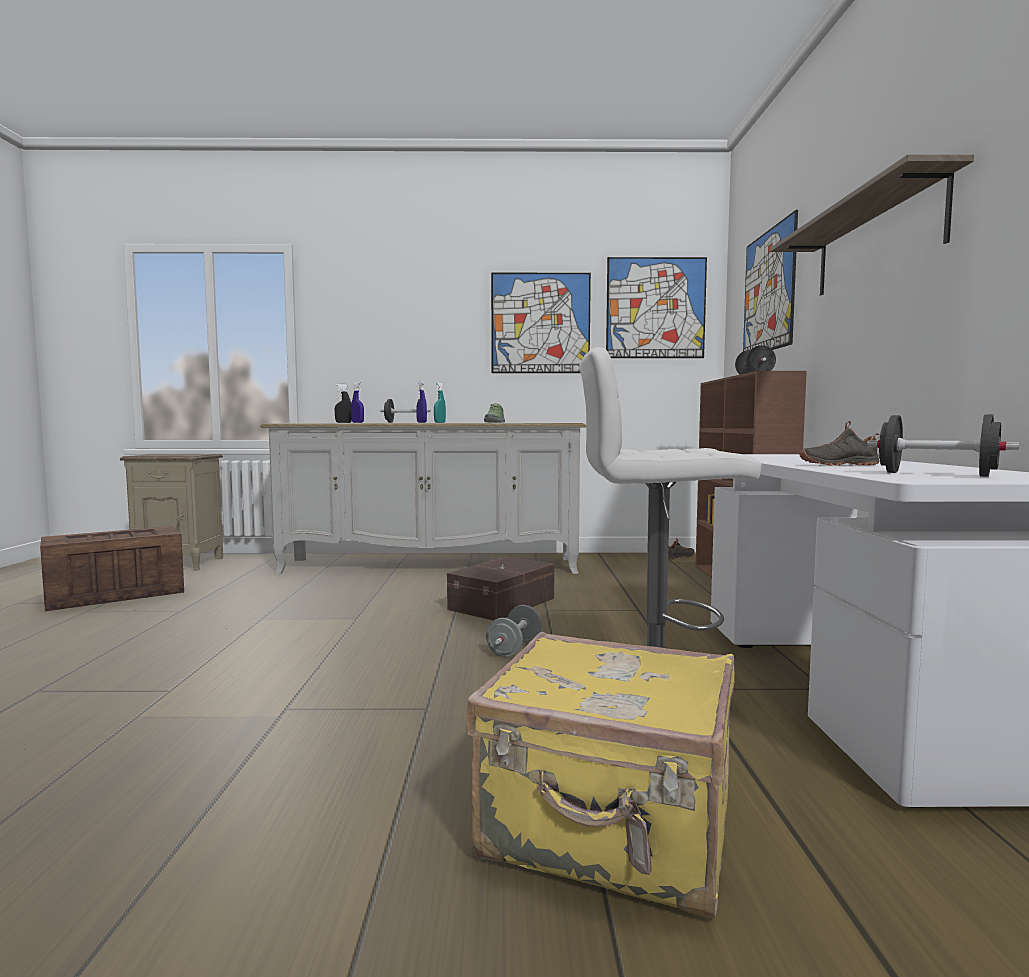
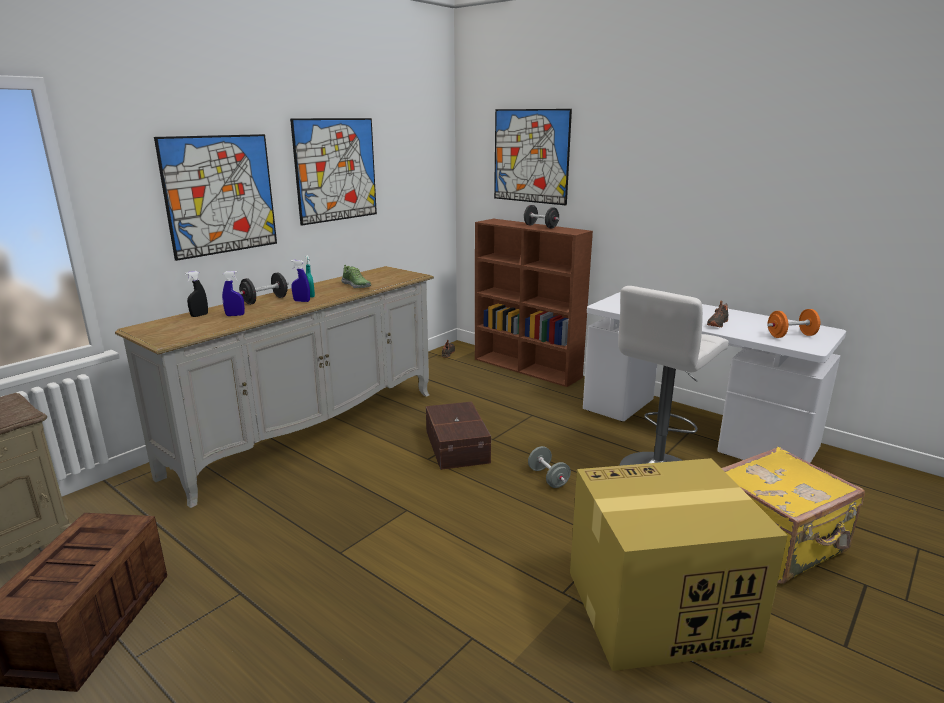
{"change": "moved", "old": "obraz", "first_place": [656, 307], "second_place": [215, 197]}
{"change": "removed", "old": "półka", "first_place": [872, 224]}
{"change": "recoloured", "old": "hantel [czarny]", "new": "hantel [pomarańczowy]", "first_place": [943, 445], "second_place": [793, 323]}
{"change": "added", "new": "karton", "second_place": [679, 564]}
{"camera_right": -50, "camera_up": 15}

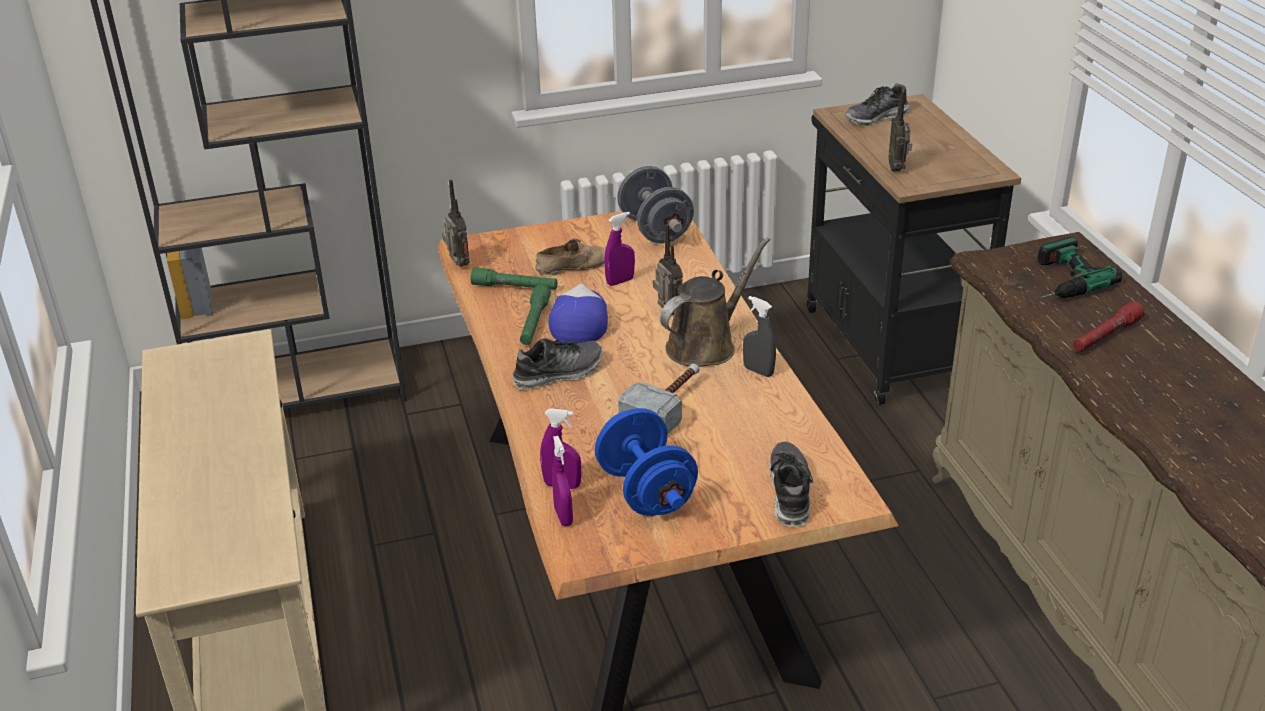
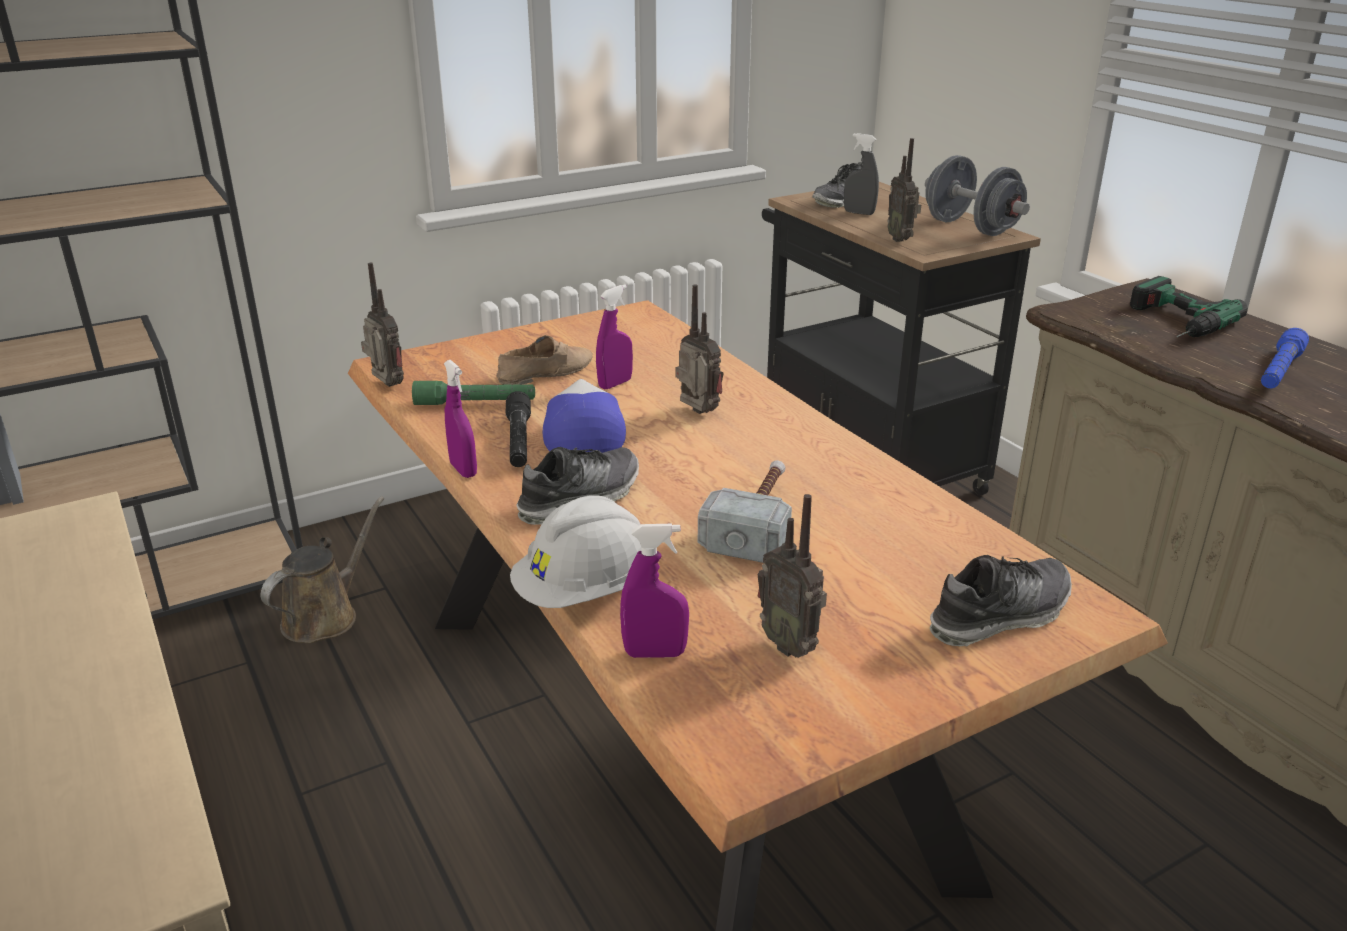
{"change": "recoloured", "old": "latarka [zielony]", "new": "latarka [czarny]", "first_place": [535, 315], "second_place": [518, 429]}
{"change": "moved", "old": "spryskiwacz [fioletowy]", "first_place": [562, 481], "second_place": [460, 419]}
{"change": "replaced", "old": "hantel [niebieski]", "new": "radio", "first_place": [646, 462], "second_place": [792, 576]}
{"change": "moved", "old": "hantel [szary]", "first_place": [655, 205], "second_place": [977, 195]}
{"change": "moved", "old": "konewka [brązowy]", "first_place": [715, 302], "second_place": [322, 569]}
{"change": "moved", "old": "spryskiwacz [szary]", "first_place": [759, 336], "second_place": [861, 174]}
{"change": "turned", "old": "but", "first_place": [791, 484], "second_place": [1001, 600], "degrees": 75}
{"change": "recoloured", "old": "latarka [czerwony]", "new": "latarka [niebieski]", "first_place": [1109, 326], "second_place": [1285, 358]}
{"change": "added", "new": "kask [biały]", "second_place": [575, 551]}
{"camera_right": -15, "camera_up": -5}

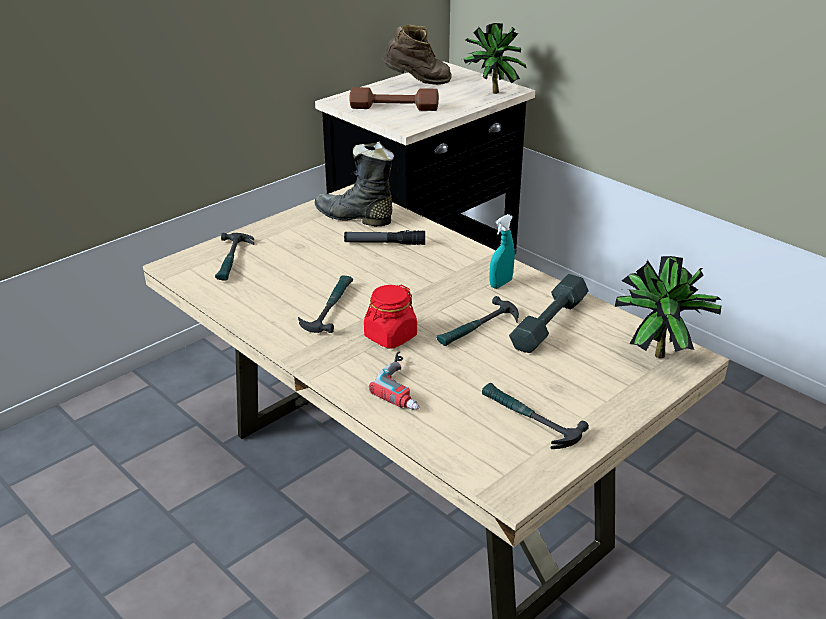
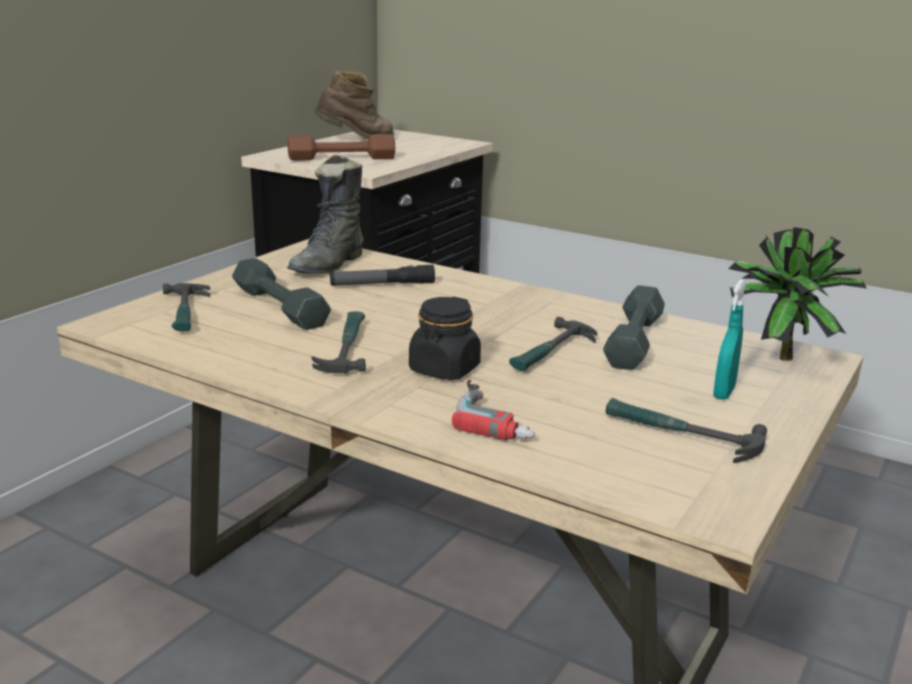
{"change": "turned", "old": "but z cholewką [czarny]", "first_place": [354, 184], "second_place": [325, 214], "degrees": -75}
{"change": "recoloured", "old": "słoik [czerwony]", "new": "słoik [czarny]", "first_place": [390, 317], "second_place": [445, 338]}
{"change": "removed", "old": "roślina doniczkowa", "first_place": [495, 58]}
{"change": "moved", "old": "spryskiwacz [turkusowy]", "first_place": [502, 251], "second_place": [729, 340]}
{"change": "added", "new": "hantel [szary]", "second_place": [281, 294]}
{"camera_right": -15, "camera_up": -10}

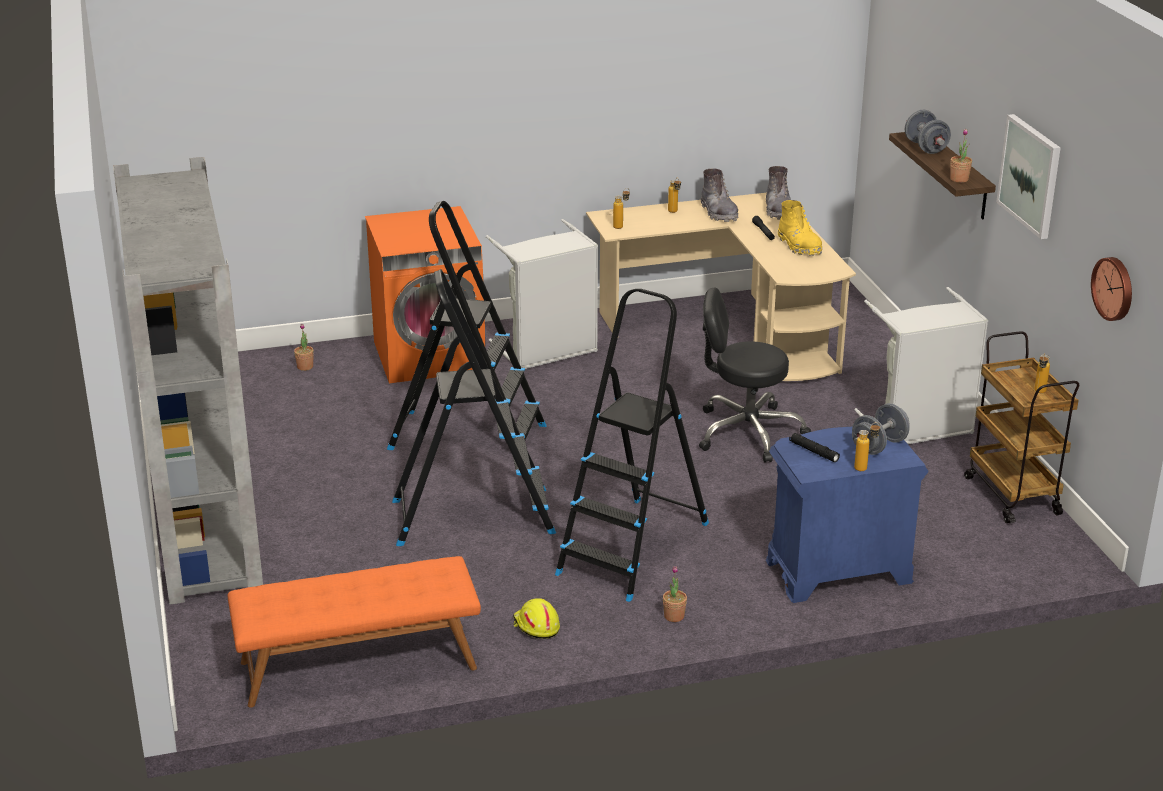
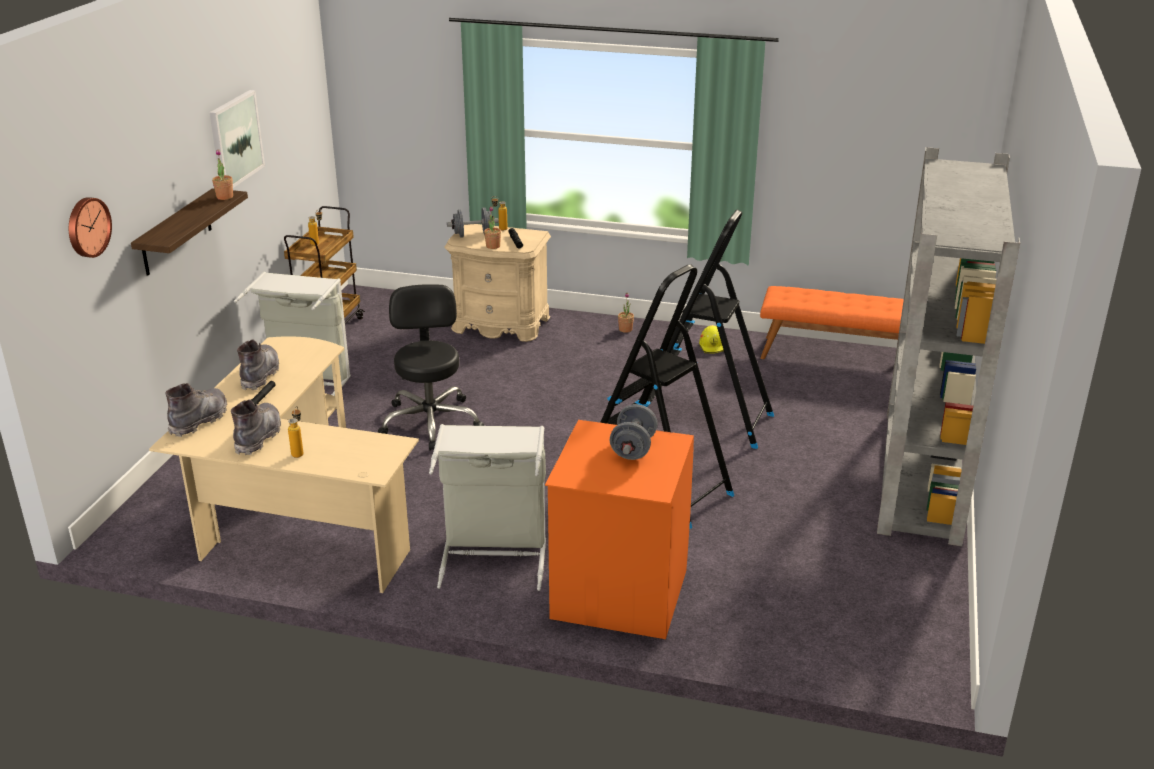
{"change": "moved", "old": "roślina doniczkowa", "first_place": [304, 347], "second_place": [492, 227]}
{"change": "removed", "old": "drabinka [czarny]", "first_place": [632, 445]}
{"change": "removed", "old": "butelka", "first_place": [621, 208]}
{"change": "turned", "old": "krzesło biurowe [czarny]", "first_place": [755, 375], "second_place": [431, 367], "degrees": -135}
{"change": "recoloured", "old": "szafka nocna [niebieski]", "new": "szafka nocna [beżowy]", "first_place": [847, 515], "second_place": [497, 283]}
{"change": "recoloured", "old": "but z cholewką [żółty]", "new": "but z cholewką [szary]", "first_place": [800, 228], "second_place": [258, 364]}
{"change": "moved", "old": "hantel [szary]", "first_place": [928, 132], "second_place": [634, 432]}
{"change": "moved", "old": "zegar ścienny", "first_place": [1111, 289], "second_place": [90, 227]}
{"camera_right": -150, "camera_up": 0}

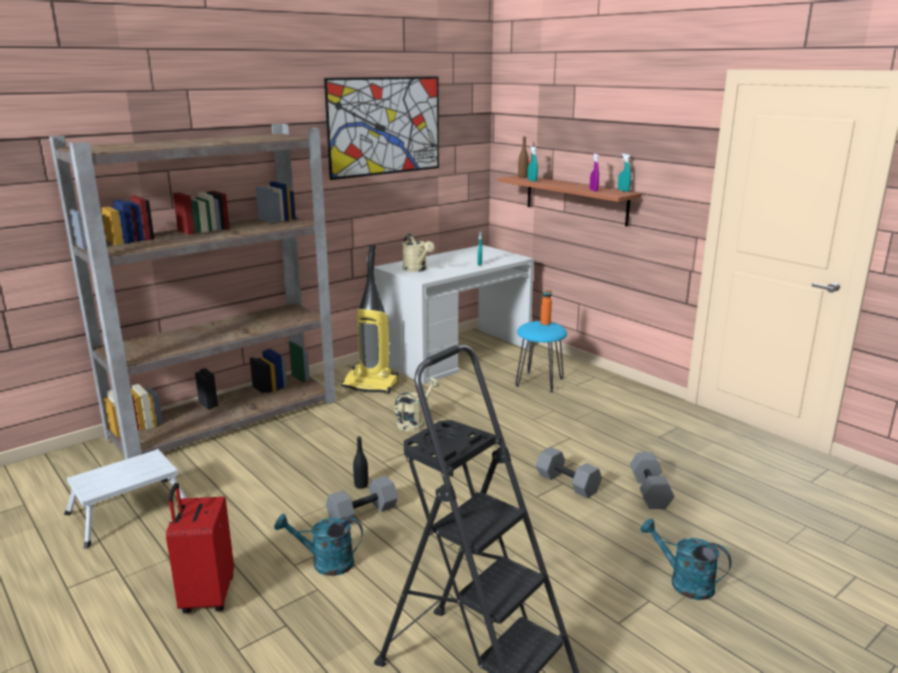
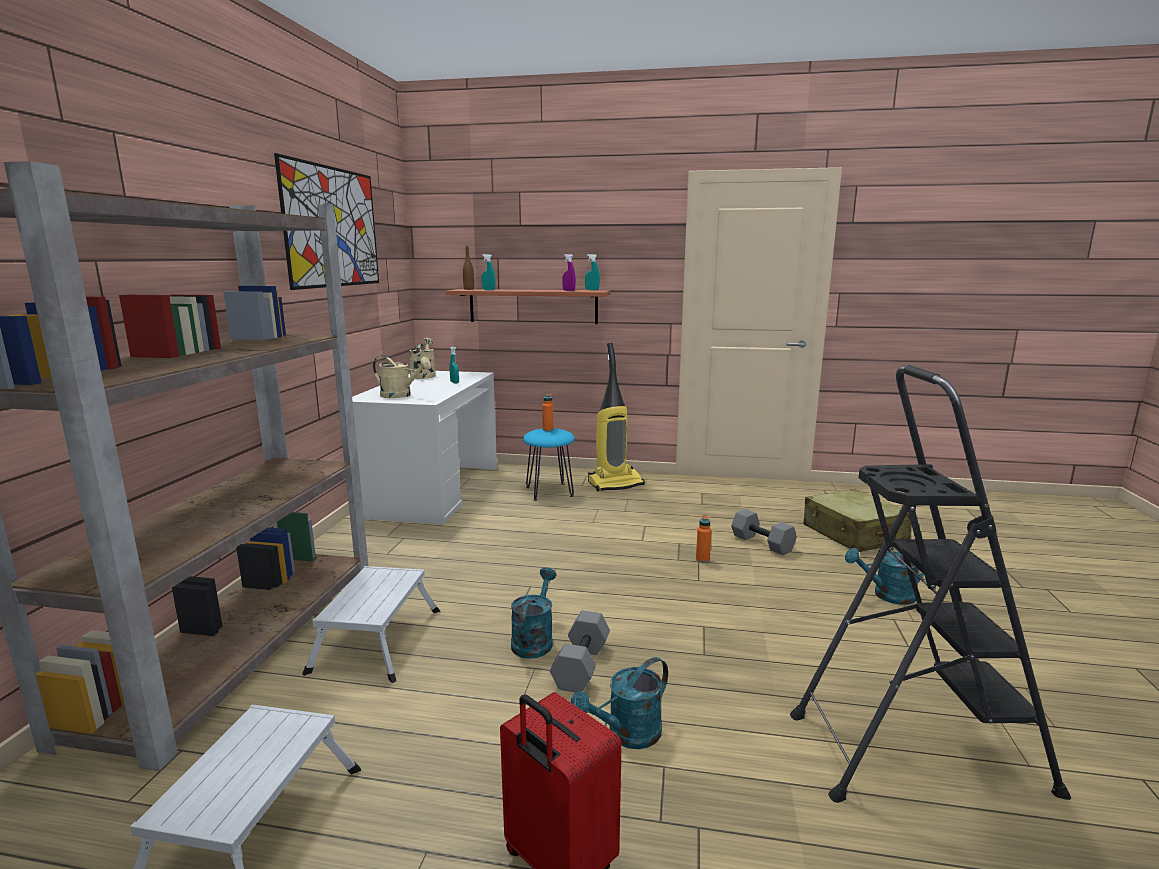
{"change": "moved", "old": "odkurzacz", "first_place": [369, 318], "second_place": [616, 417]}
{"change": "replaced", "old": "butelka [czarny]", "new": "konewka [turkusowy]", "first_place": [360, 462], "second_place": [534, 613]}
{"change": "moved", "old": "konewka [beżowy]", "first_place": [417, 405], "second_place": [422, 358]}
{"change": "replaced", "old": "hantel [szary]", "new": "butelka [pomarańczowy]", "first_place": [569, 472], "second_place": [704, 539]}
{"change": "added", "new": "drabinka [biały]", "second_place": [371, 624]}
{"change": "added", "new": "walizka [beżowy]", "second_place": [858, 520]}
{"camera_right": -40, "camera_up": -5}

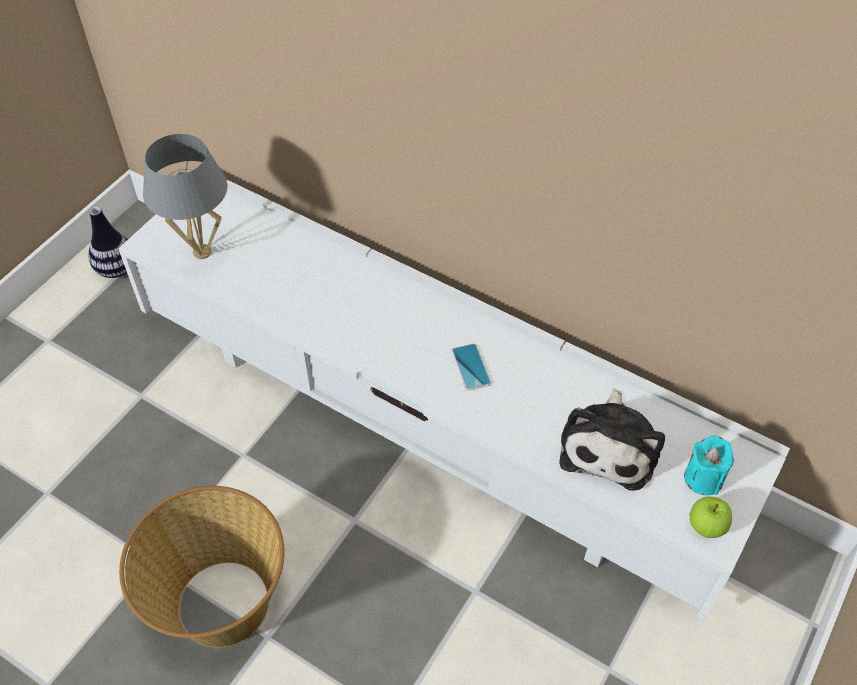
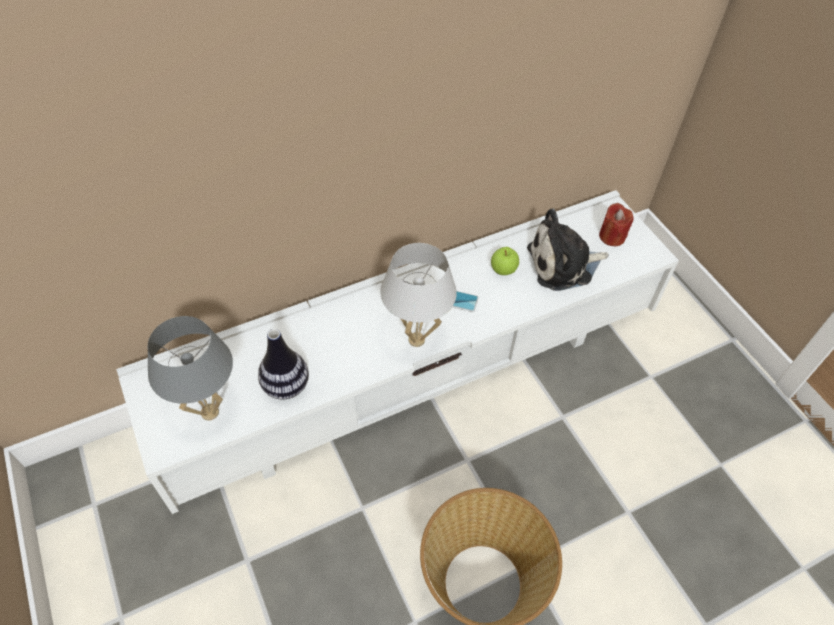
{"change": "moved", "old": "wazon", "first_place": [108, 242], "second_place": [283, 364]}
{"change": "turned", "old": "pluszak", "first_place": [612, 440], "second_place": [568, 249], "degrees": 120}
{"change": "recoloured", "old": "świeca [turkusowy]", "new": "świeca [czerwony]", "first_place": [709, 465], "second_place": [616, 224]}
{"change": "moved", "old": "jabłko", "first_place": [711, 517], "second_place": [505, 261]}
{"change": "added", "new": "lampa stołowa [biały]", "second_place": [418, 295]}
{"camera_right": -60, "camera_up": 0}

